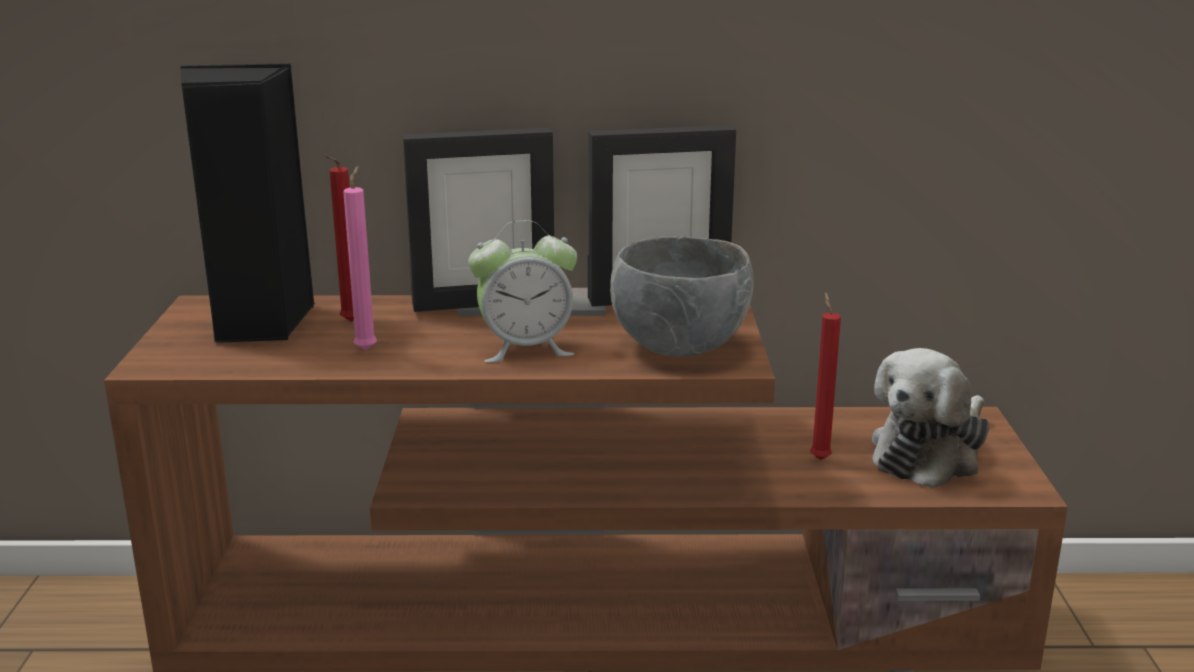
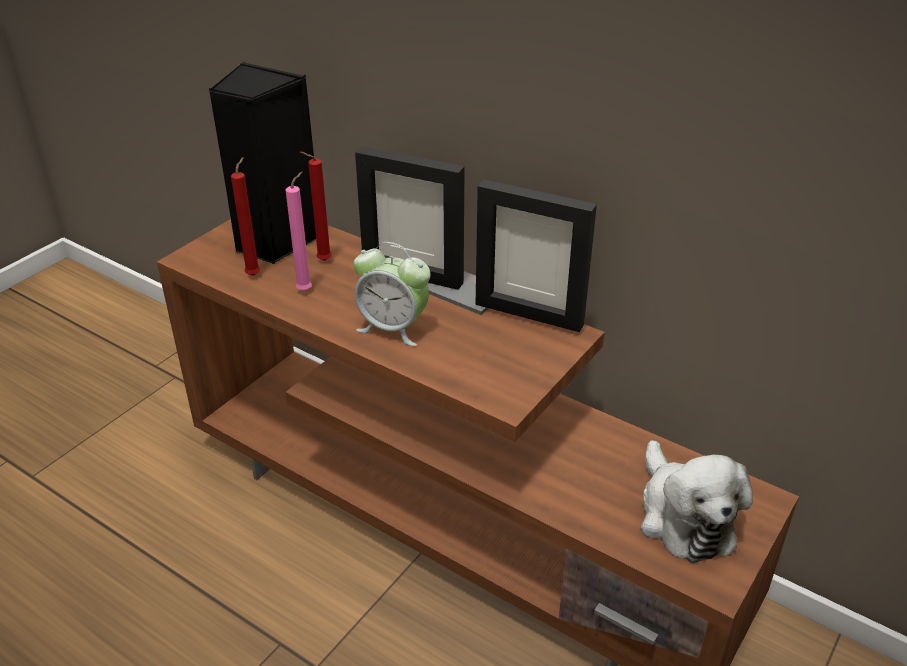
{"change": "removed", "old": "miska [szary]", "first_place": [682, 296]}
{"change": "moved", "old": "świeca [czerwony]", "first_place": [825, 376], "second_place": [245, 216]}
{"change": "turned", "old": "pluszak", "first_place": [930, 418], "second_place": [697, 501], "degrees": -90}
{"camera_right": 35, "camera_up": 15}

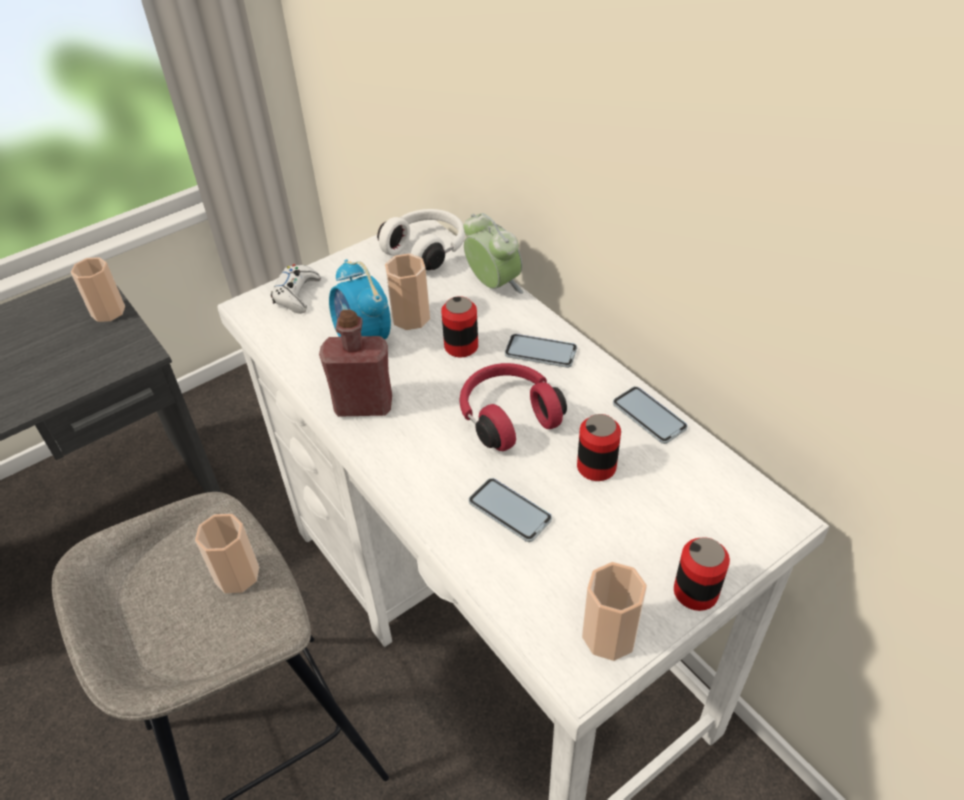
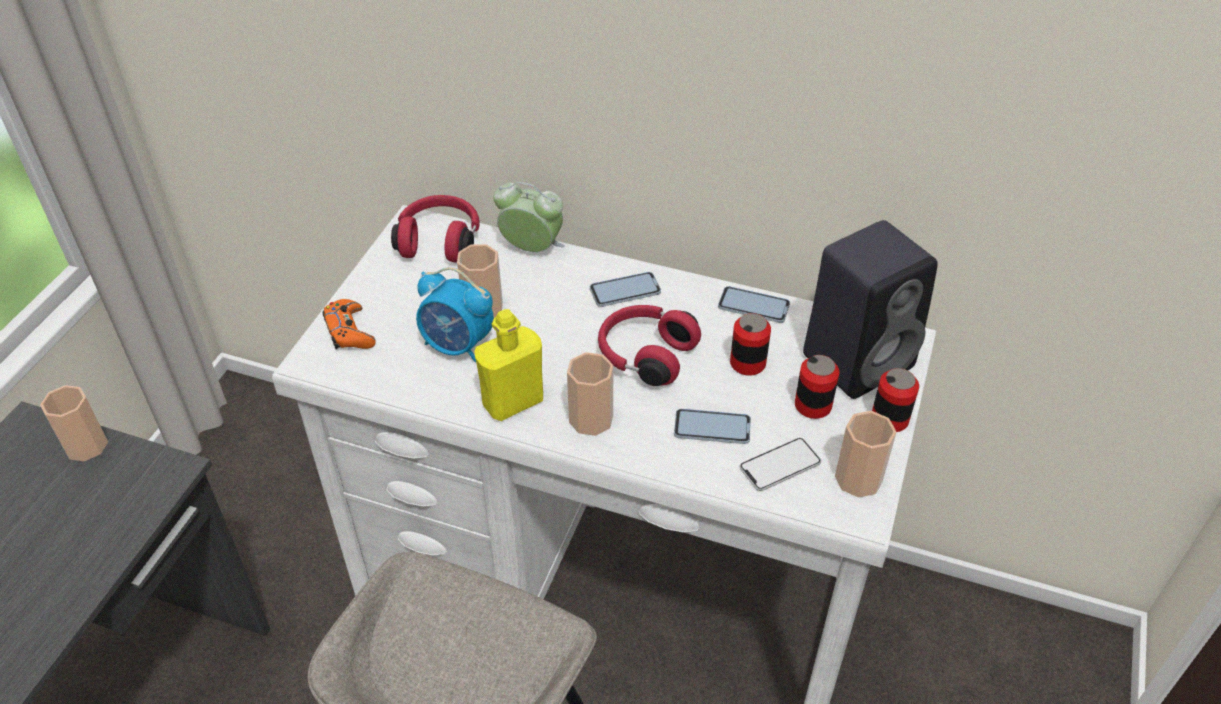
{"change": "moved", "old": "filiżanka", "first_place": [227, 553], "second_place": [590, 394]}
{"change": "recoloured", "old": "pad do gier [biały]", "new": "pad do gier [pomarańczowy]", "first_place": [296, 289], "second_place": [349, 324]}
{"change": "recoloured", "old": "butelka [czerwony]", "new": "butelka [żółty]", "first_place": [355, 363], "second_place": [508, 365]}
{"change": "recoloured", "old": "słuchawki [biały]", "new": "słuchawki [czerwony]", "first_place": [421, 241], "second_place": [435, 228]}
{"change": "moved", "old": "puszka", "first_place": [459, 326], "second_place": [817, 387]}
{"change": "added", "new": "telefon", "second_place": [780, 464]}
{"change": "added", "new": "głośnik [czarny]", "second_place": [870, 309]}
{"camera_right": -35, "camera_up": 0}

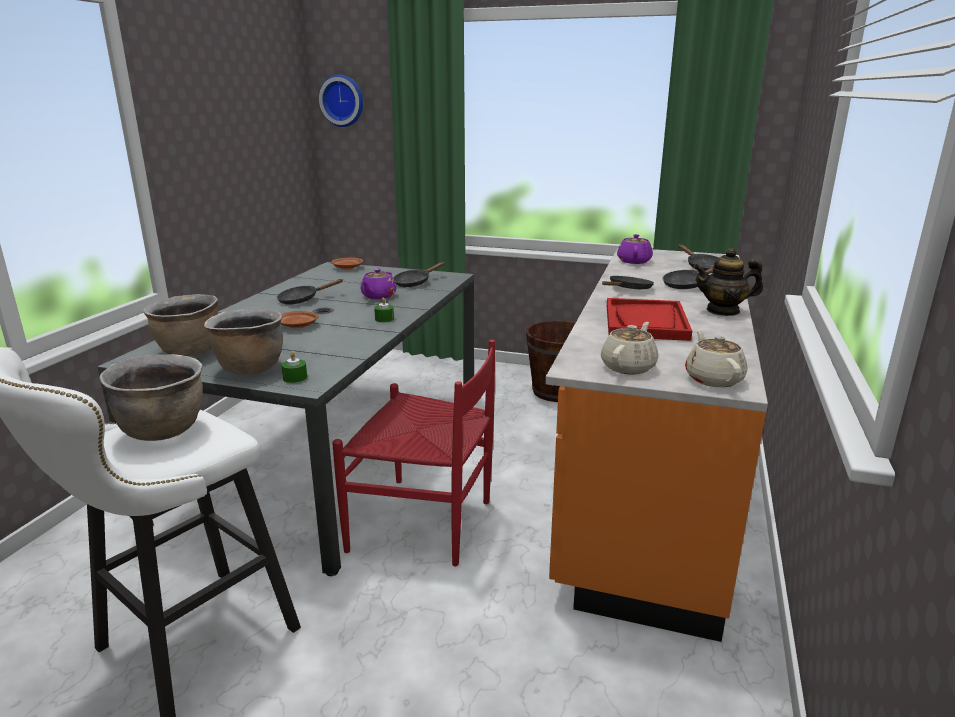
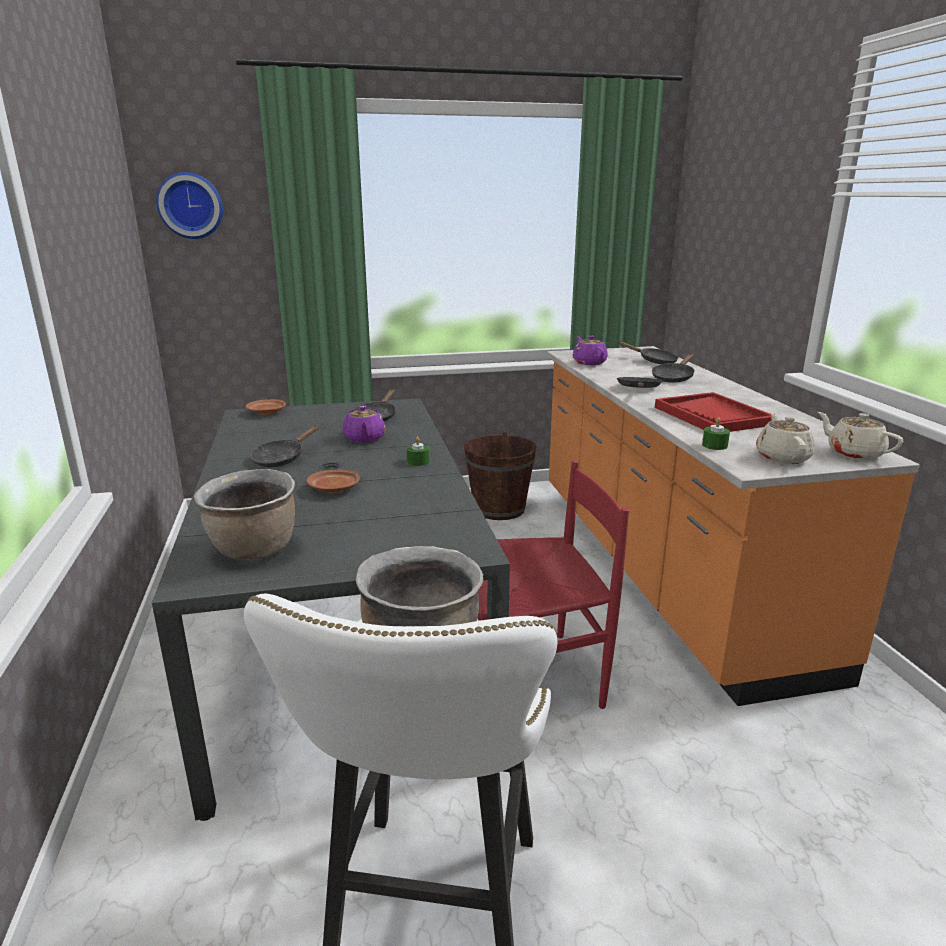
{"change": "removed", "old": "garnek [brązowy]", "first_place": [243, 342]}
{"change": "moved", "old": "świeca [zielony]", "first_place": [294, 367], "second_place": [716, 433]}
{"change": "removed", "old": "imbryk", "first_place": [728, 282]}
{"camera_right": -30, "camera_up": 0}

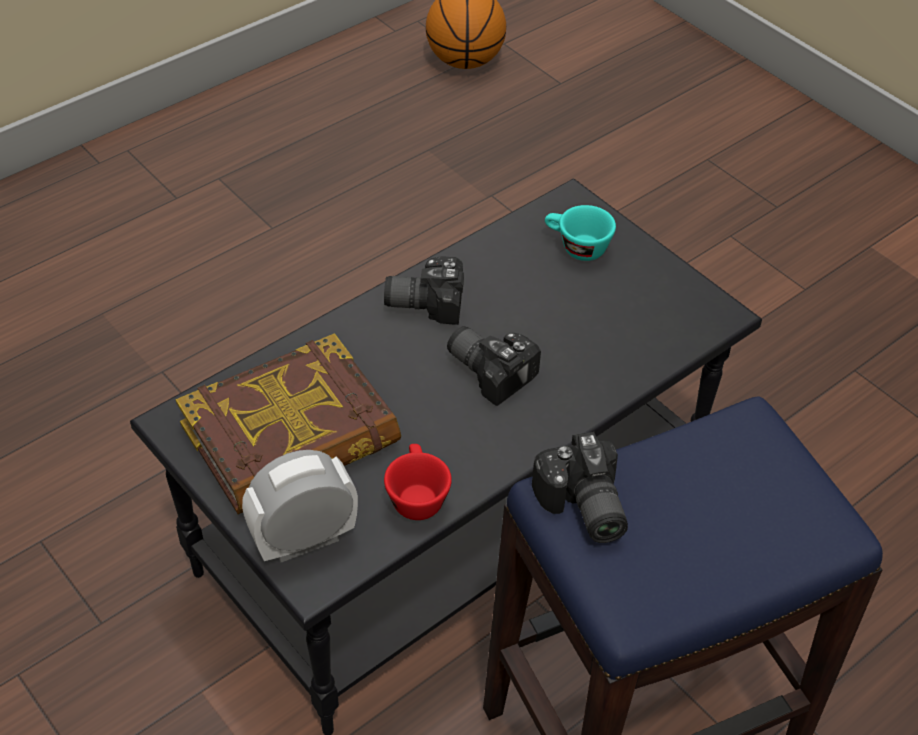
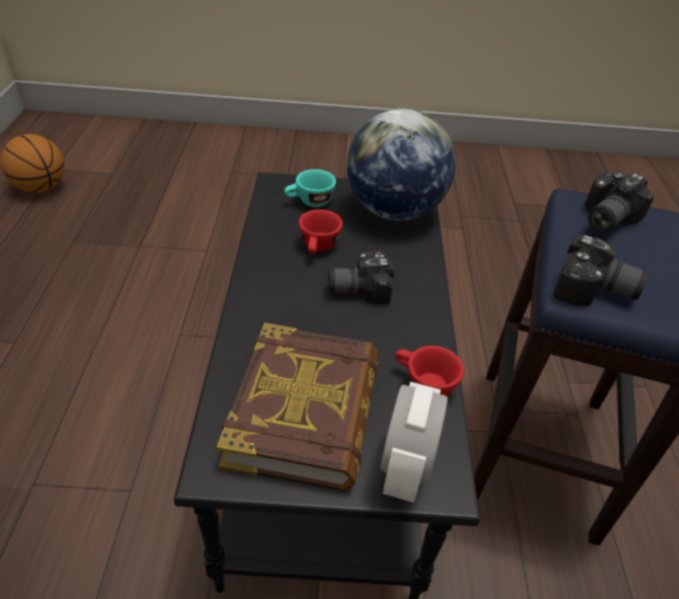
{"change": "moved", "old": "aparat fotograficzny", "first_place": [424, 290], "second_place": [618, 202]}
{"change": "added", "new": "filiżanka [czerwony]", "second_place": [321, 231]}
{"change": "added", "new": "globus", "second_place": [401, 164]}
{"camera_right": -50, "camera_up": -5}

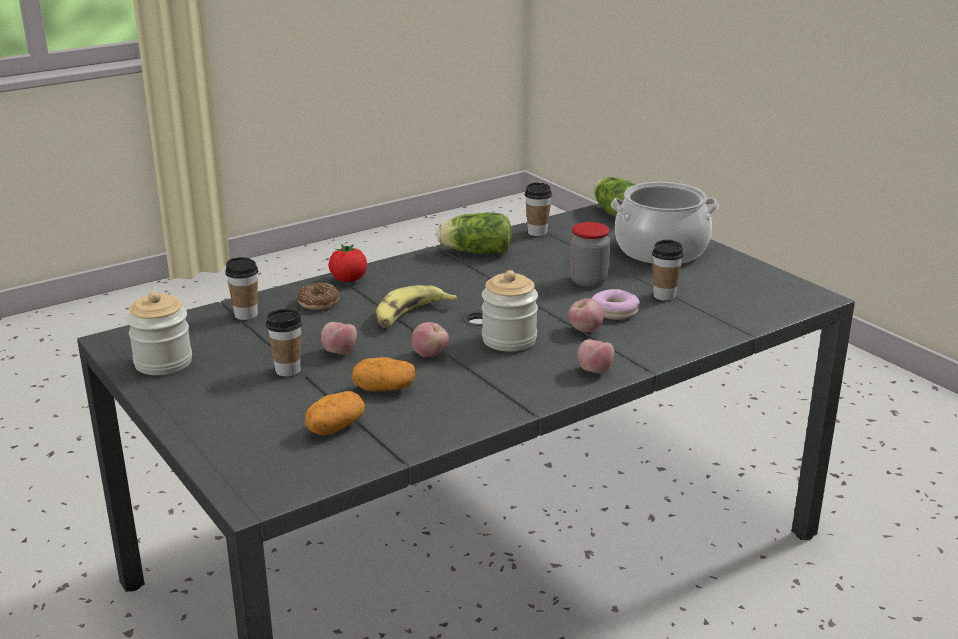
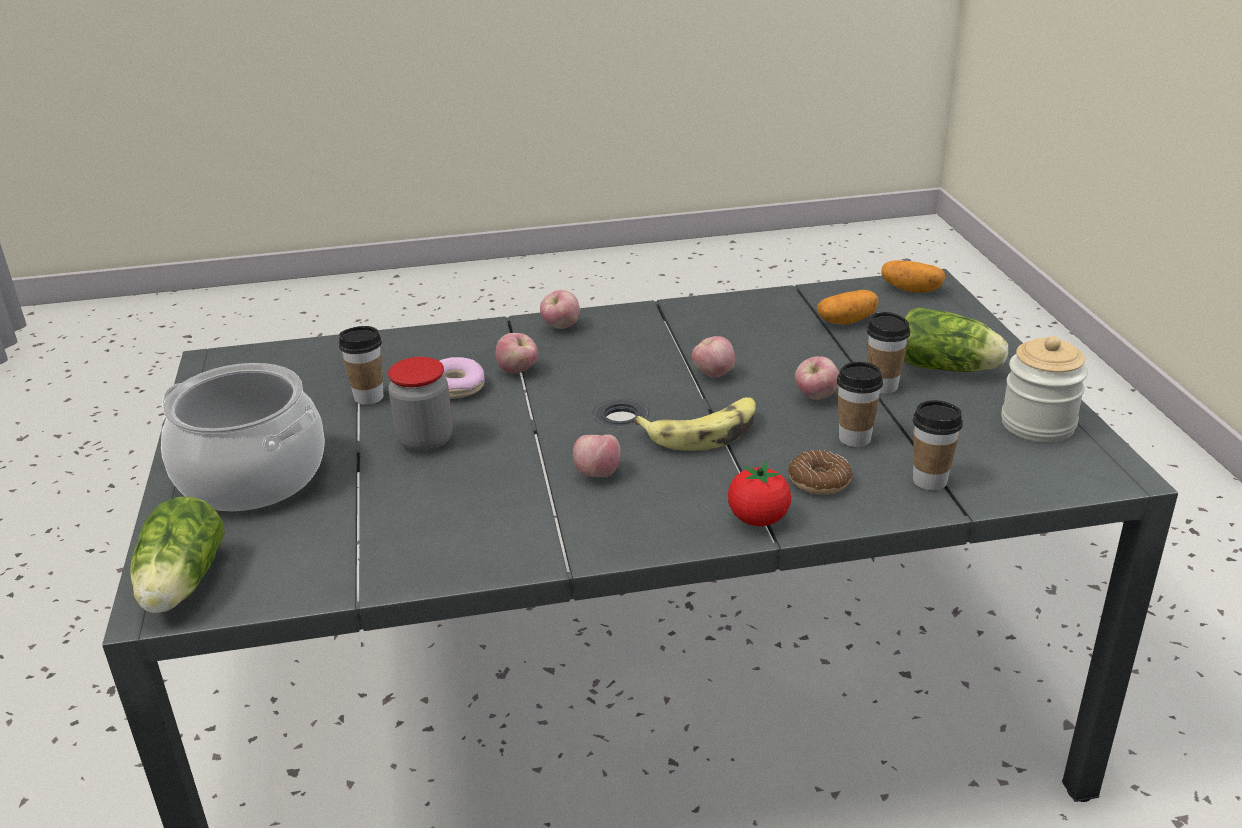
{"change": "moved", "old": "ziemniak", "first_place": [383, 374], "second_place": [913, 276]}
{"change": "moved", "old": "sałata", "first_place": [474, 233], "second_place": [956, 340]}
{"change": "removed", "old": "słoik", "first_place": [510, 310]}
{"change": "moved", "old": "filiżanka", "first_place": [538, 209], "second_place": [860, 404]}
{"change": "added", "new": "jabłko", "second_place": [597, 456]}
{"camera_right": -155, "camera_up": 5}

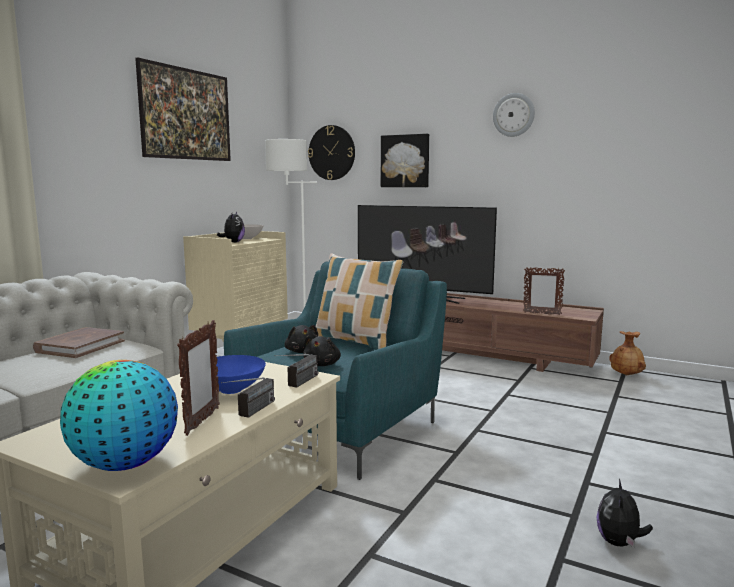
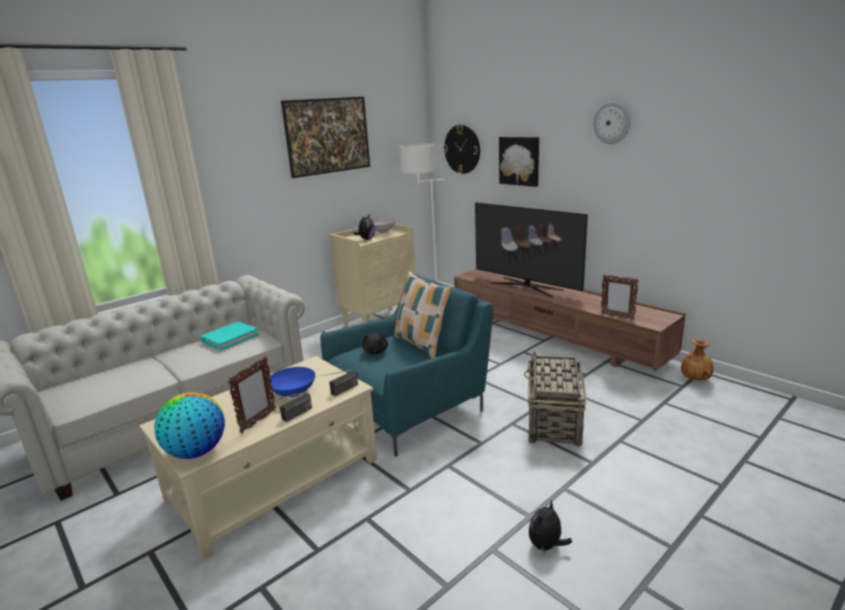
{"change": "recoloured", "old": "książka [brązowy]", "new": "książka [turkusowy]", "first_place": [79, 342], "second_place": [229, 336]}
{"change": "removed", "old": "pluszak [czarny]", "first_place": [322, 351]}
{"change": "added", "new": "koszyk", "second_place": [555, 399]}
{"camera_right": 20, "camera_up": 10}

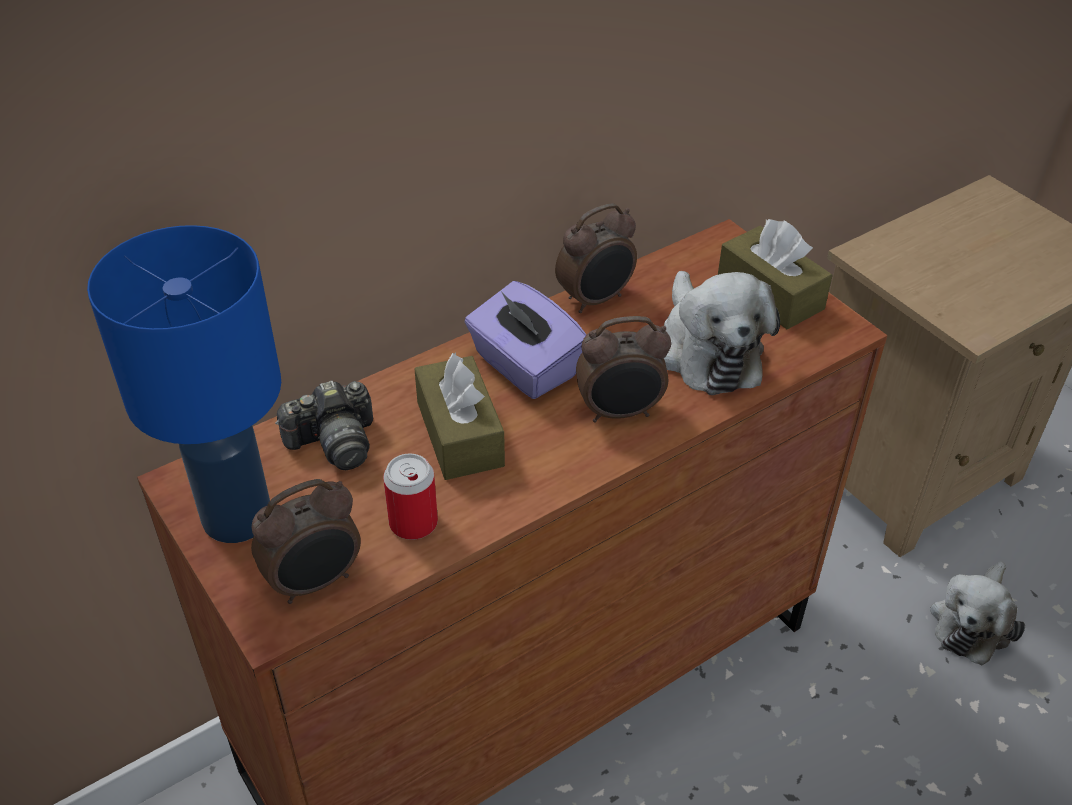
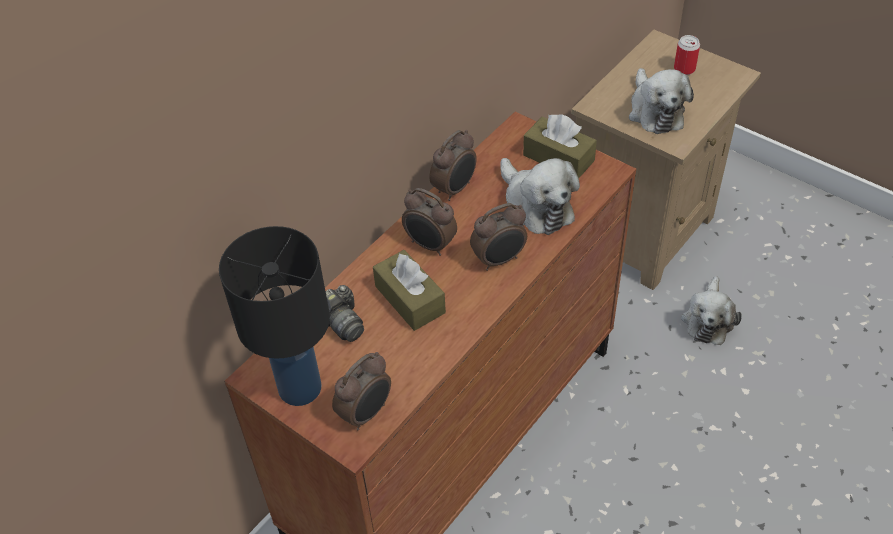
{"change": "recoloured", "old": "lampa stołowa [niebieski]", "new": "lampa stołowa [czarny]", "first_place": [184, 384], "second_place": [274, 316]}
{"change": "moved", "old": "puszka", "first_place": [410, 497], "second_place": [687, 55]}
{"change": "replaced", "old": "pudełko chusteczek [fioletowy]", "new": "budzik", "first_place": [526, 340], "second_place": [429, 222]}
{"change": "added", "new": "pluszak", "second_place": [661, 101]}
{"camera_right": -15, "camera_up": 5}

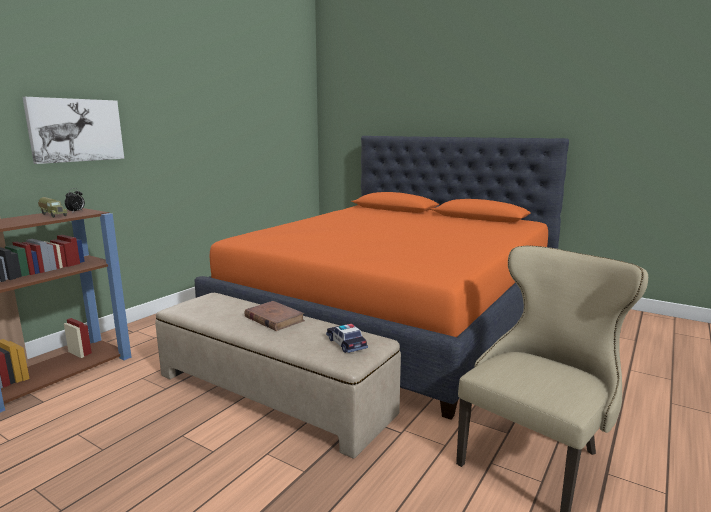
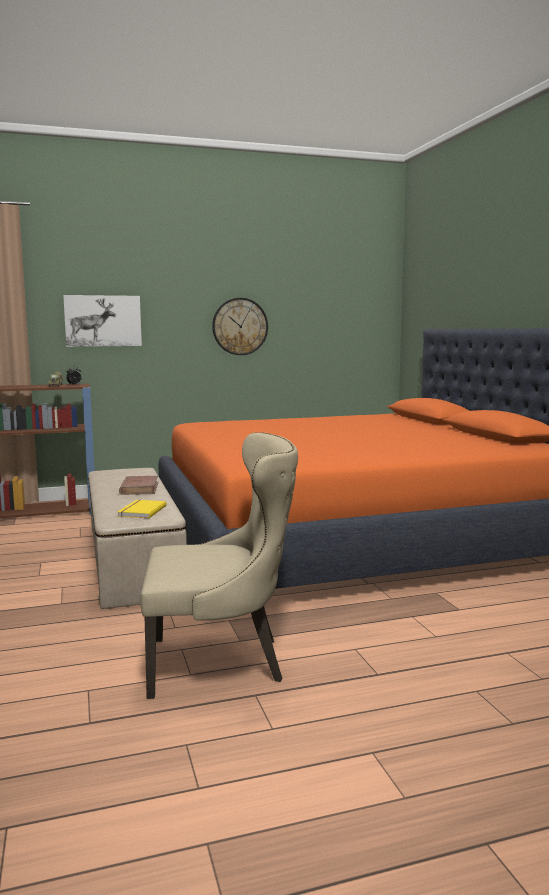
{"change": "replaced", "old": "samochodzik", "new": "książka [żółty]", "first_place": [347, 338], "second_place": [142, 509]}
{"change": "added", "new": "zegar ścienny", "second_place": [240, 326]}
{"camera_right": 40, "camera_up": -5}

